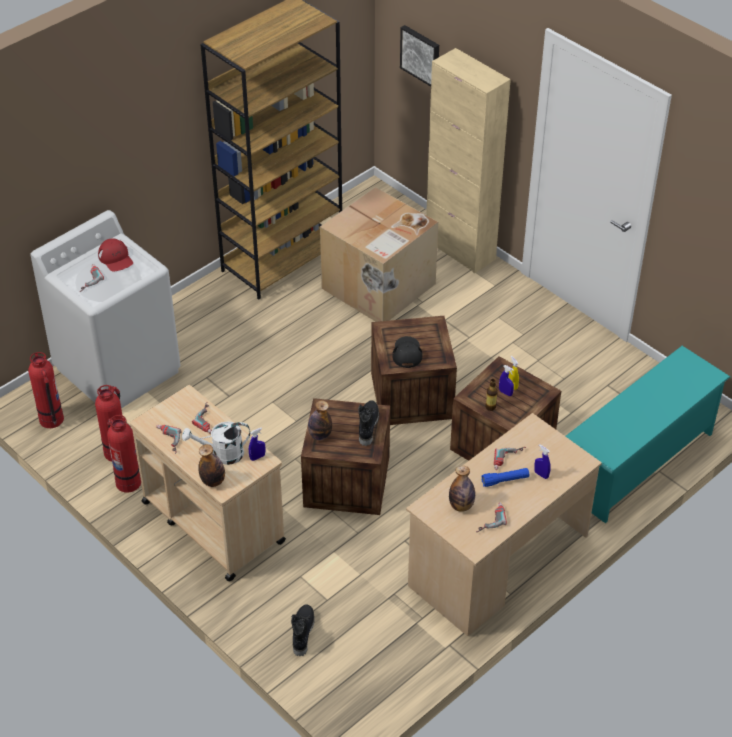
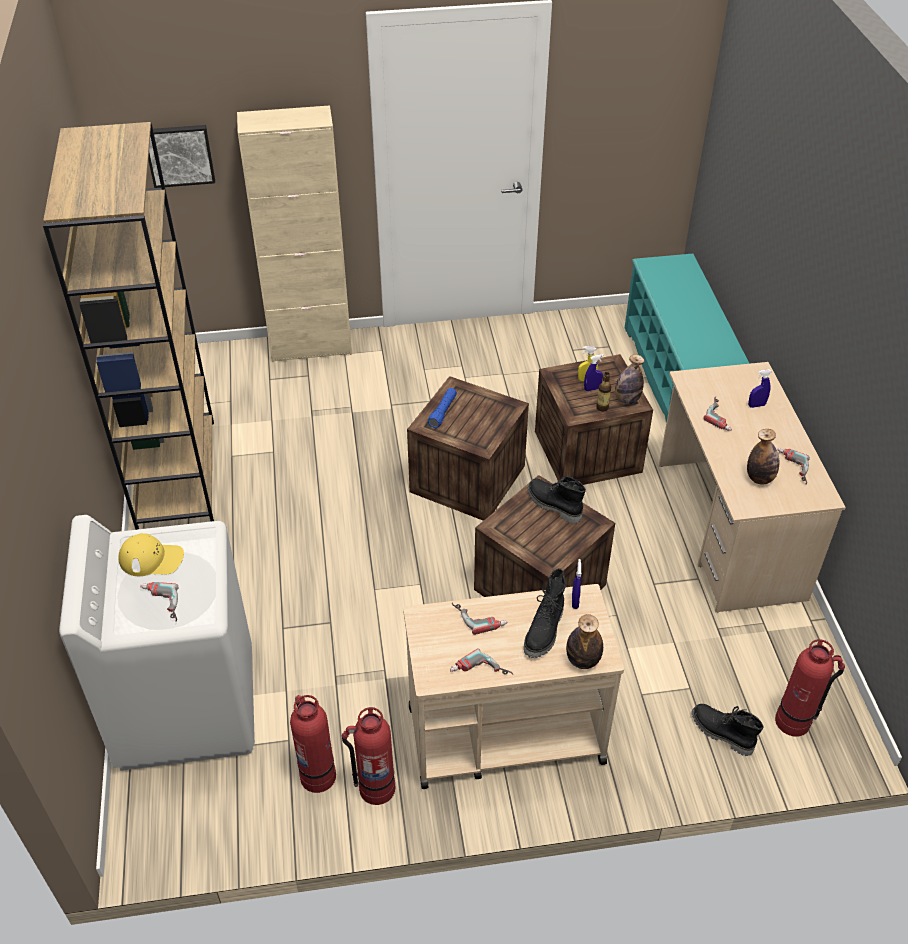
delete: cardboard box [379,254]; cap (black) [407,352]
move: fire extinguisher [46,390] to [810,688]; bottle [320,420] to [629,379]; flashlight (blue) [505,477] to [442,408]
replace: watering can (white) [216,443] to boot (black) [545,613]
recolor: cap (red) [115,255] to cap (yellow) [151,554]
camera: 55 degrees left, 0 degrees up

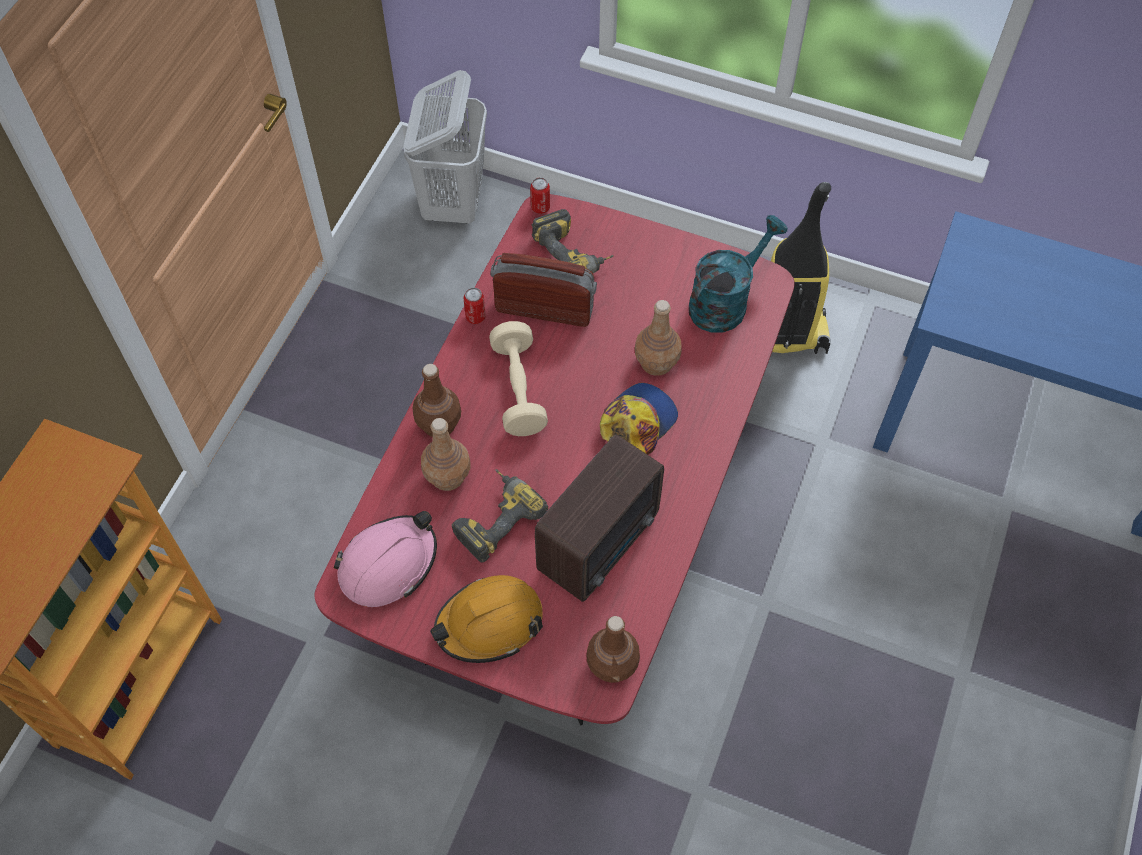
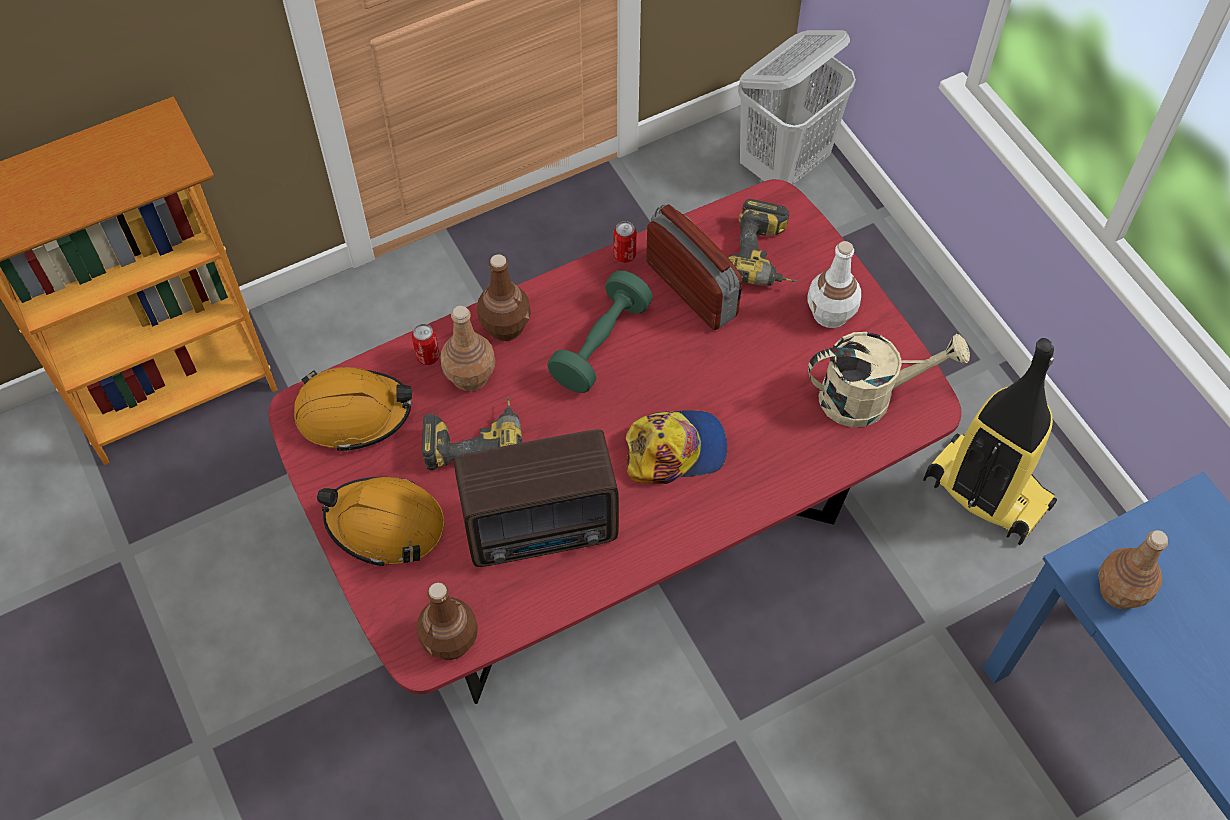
insert: bottle (white) [834,284]
move: can [540,195] to [425,344]; bottle (brown) [658,338] to [1133,569]
recolor: hard hat (pink) [385,559] to hard hat (orange) [353,409]; dumbbell (beige) [518,378] to dumbbell (green) [600,332]; watering can (turquoise) [738,274] to watering can (beige) [889,379]
camera: 40 degrees right, 0 degrees up

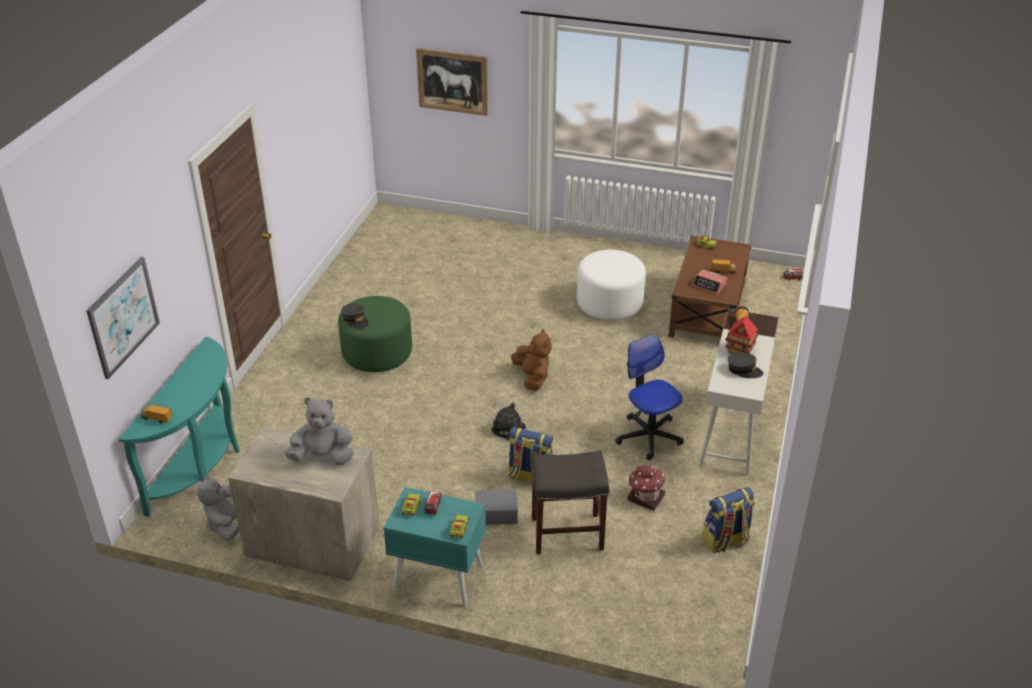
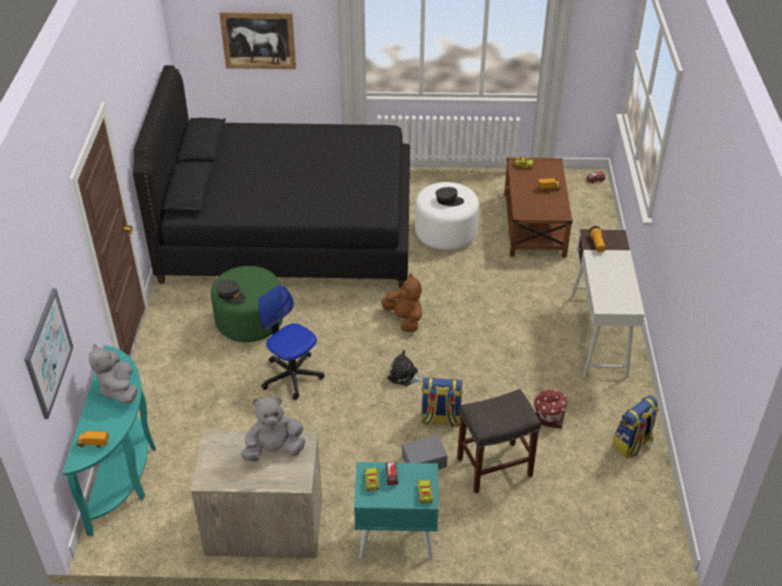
delete: alarm clock [709,281]; toy house [741,335]
insert: bed (black) [271,176]
move: plush toy (grey) [218,508] to [113,374]; office chair [649,397] to [291,342]; cap (grey) [746,365] to [449,196]
camera: 15 degrees left, 5 degrees up

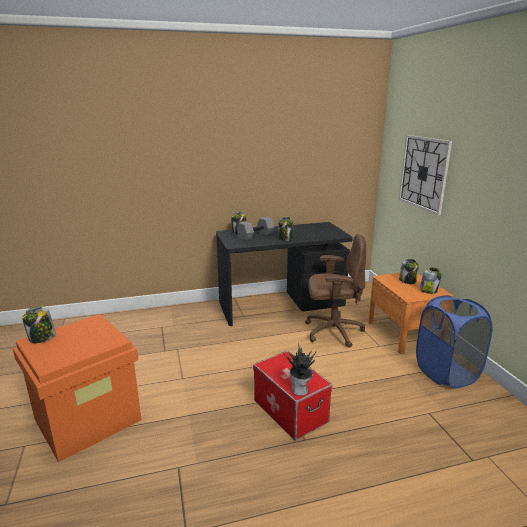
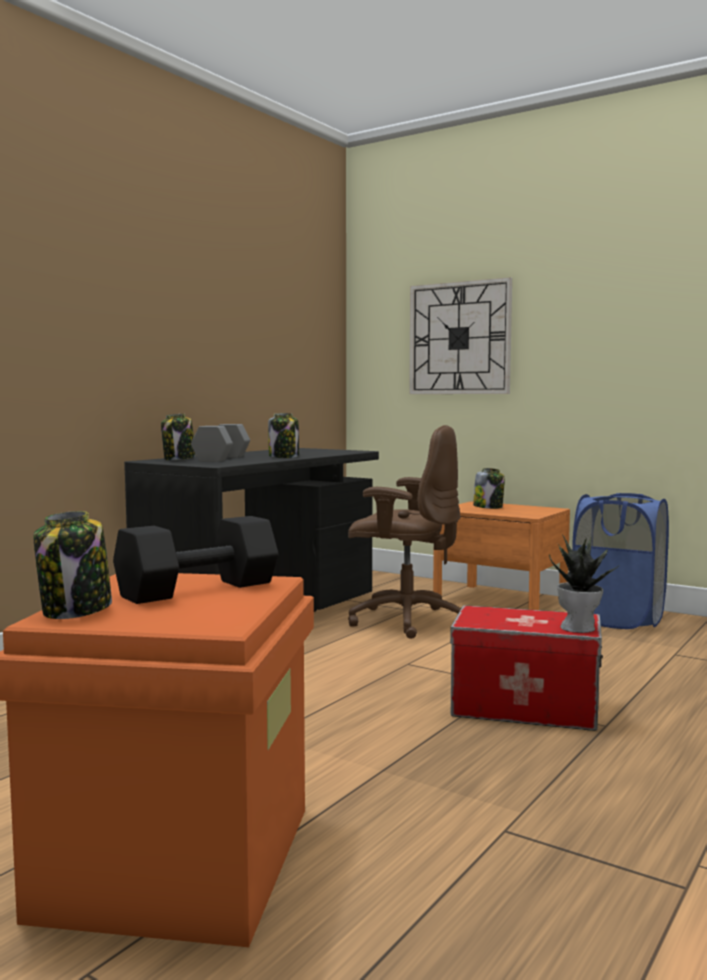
delete: jar [430,280]
insert: dumbbell (black) [195,560]
rotate: office chair (brown) [335,291] = [404,532] 60 degrees clockwise
camera: 40 degrees left, 15 degrees down

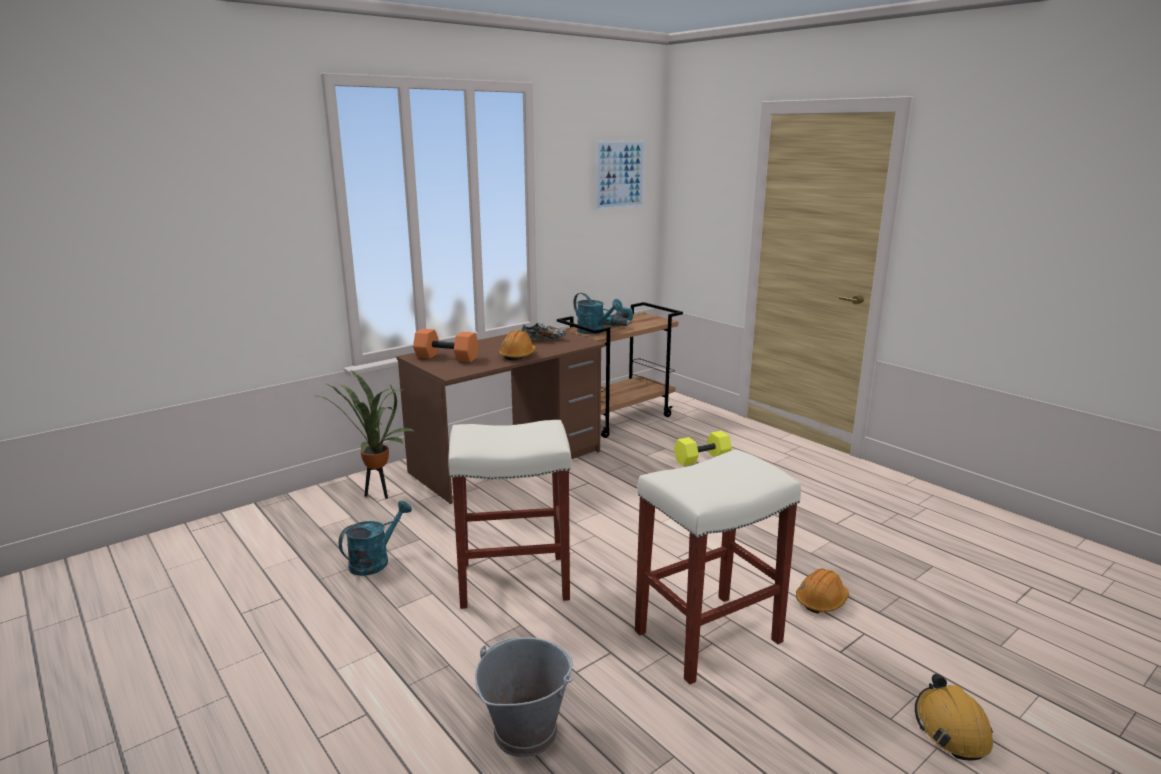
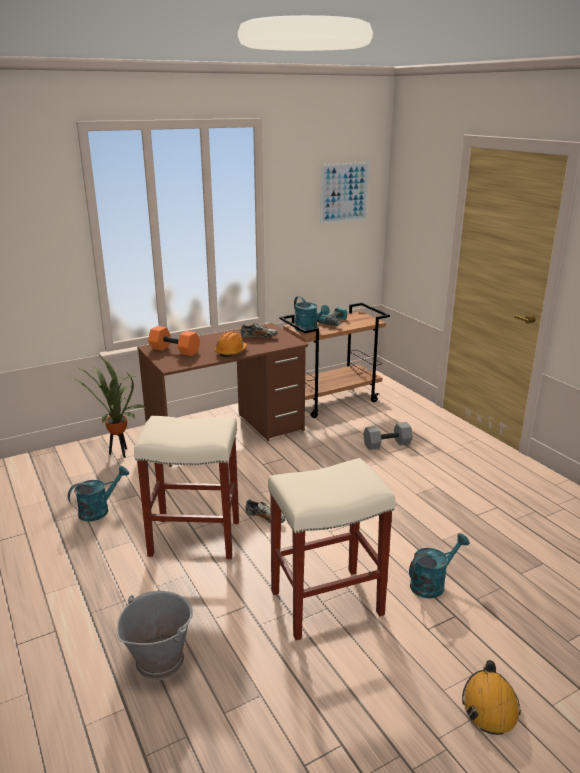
insert: shoe [265,511]
replace: hard hat (orange) [822,591] to watering can (turquoise) [439,566]
recolor: dumbbell (yellow) [703,448] to dumbbell (grey) [388,436]
camera: 10 degrees right, 5 degrees up

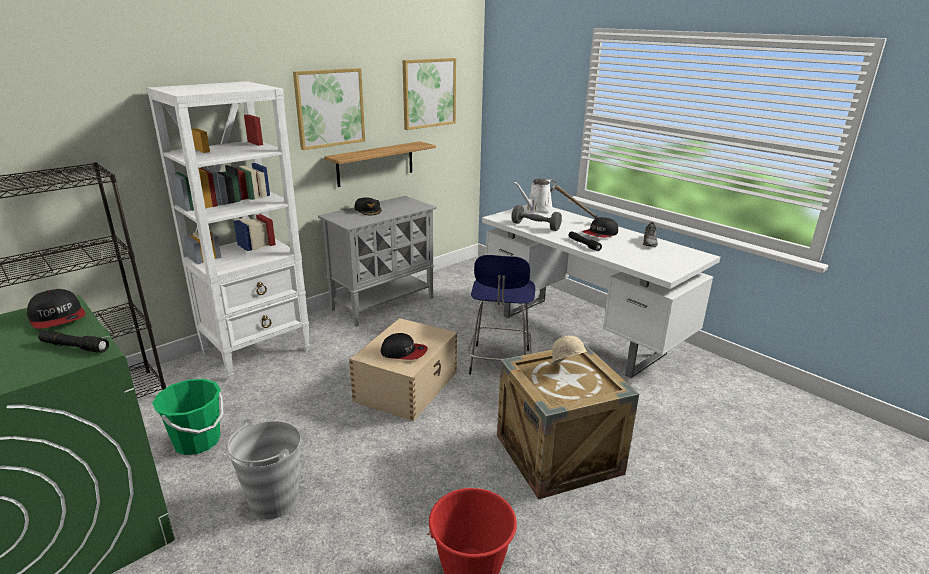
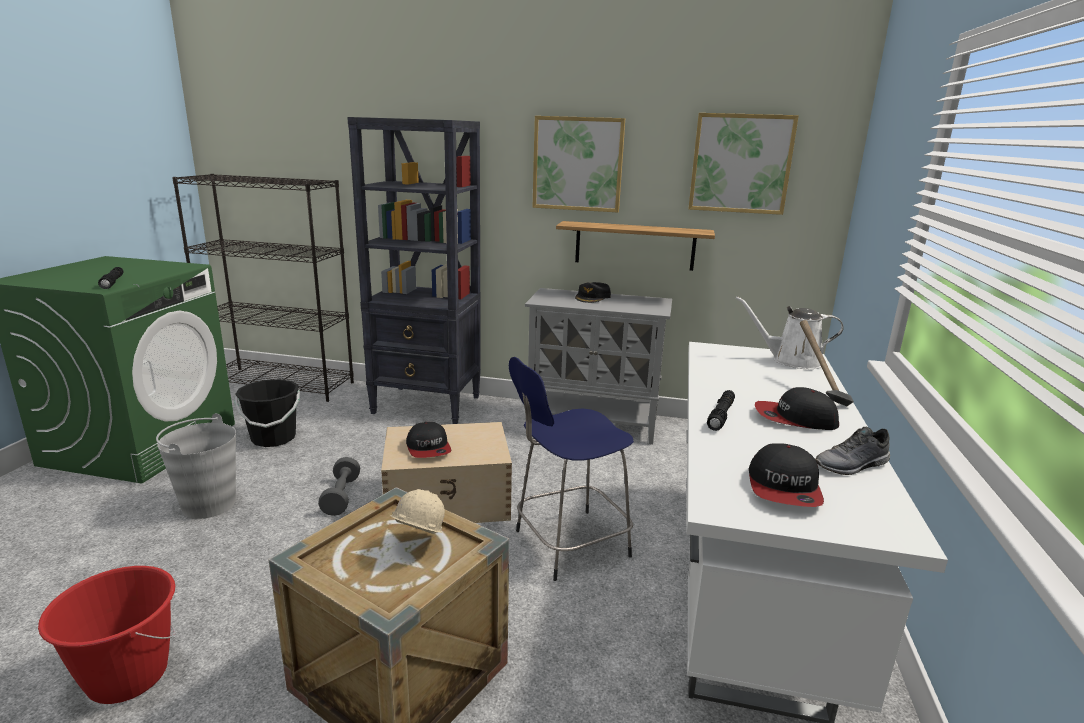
move: cap [56,309] to [786,475]; dumbbell (grey) [536,218] to [339,486]
recolor: bookcase (white) [228,230] to bookcase (black) [414,270]; bucket (green) [187,417] to bucket (black) [267,413]
camera: 55 degrees right, 5 degrees down

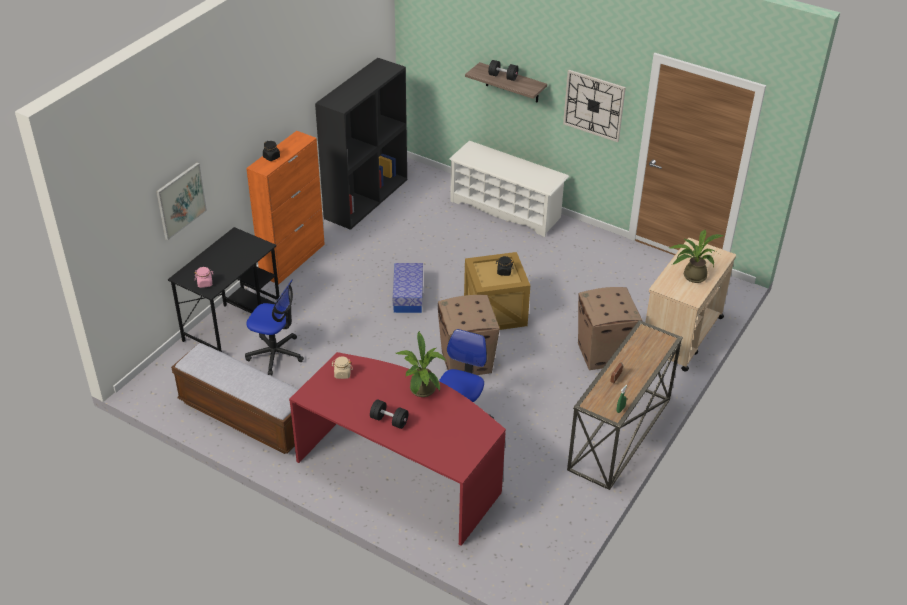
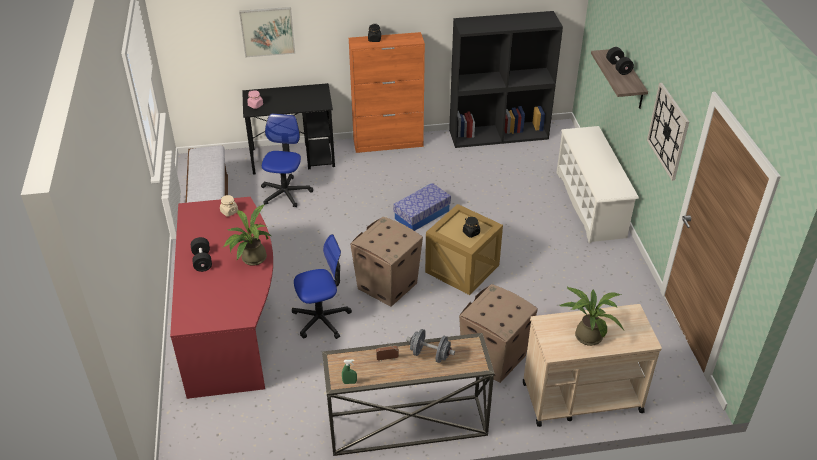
insert: dumbbell (grey) [430,346]
rotate: office chair [274,327] = [287,160] 150 degrees counterclockwise
camera: 50 degrees right, 0 degrees up

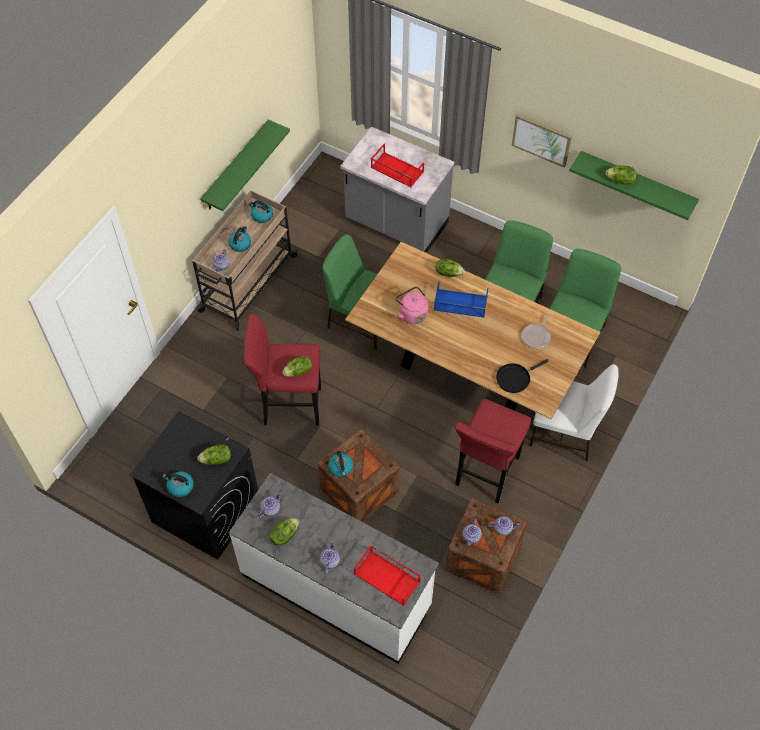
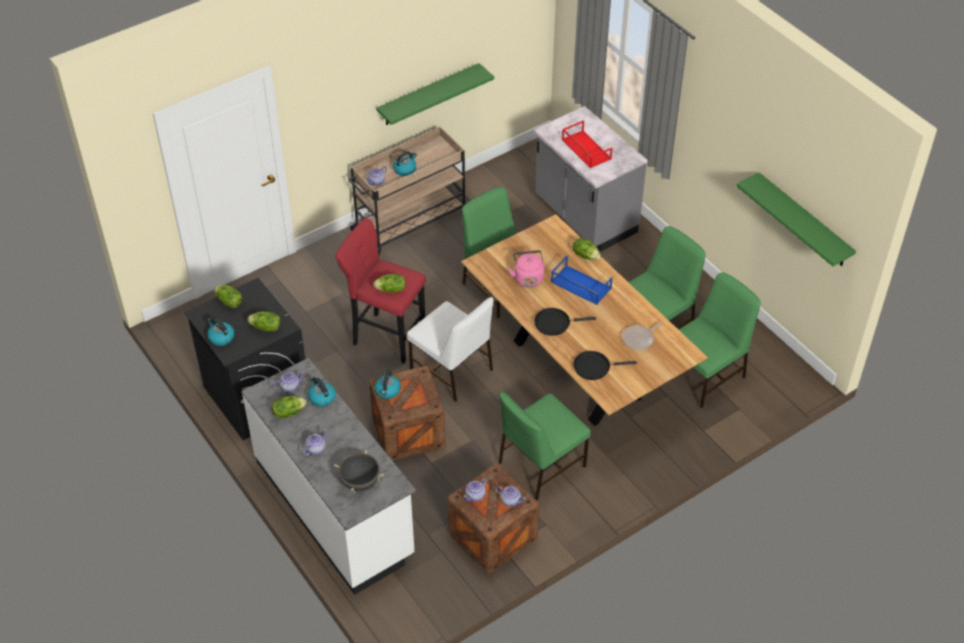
delete: picture [542,141]
insert: frying pan (black) [565,322]
move: kettle [260,212] to [322,392]; chair (white) [574,412] to [450,349]; lettuce [621,175] to [228,296]
replace: tray (red) [387,575] to cooking pot (black) [359,470]; stool (red) [493,451] to chair (green) [545,446]
camera: 25 degrees right, 10 degrees down

